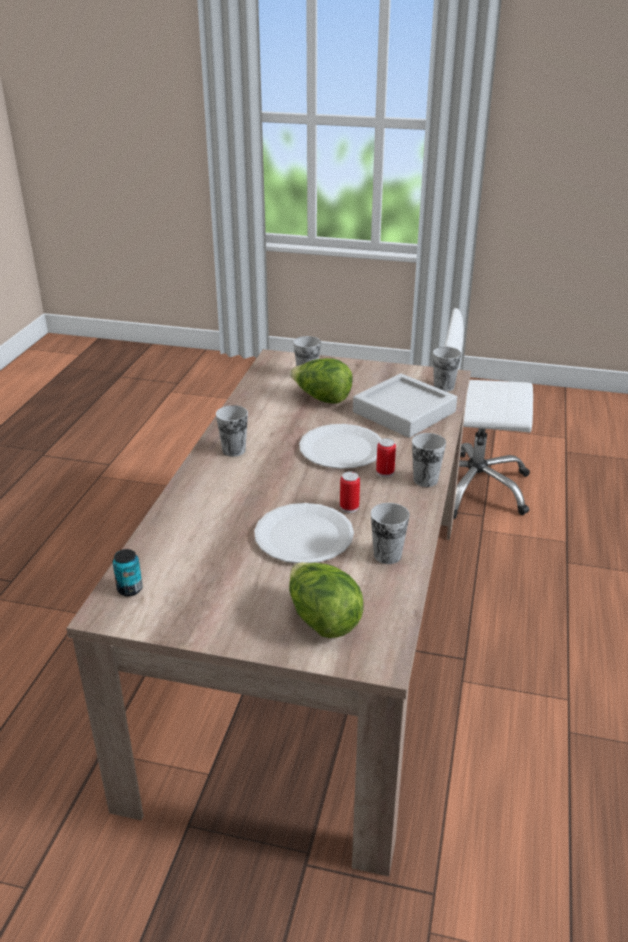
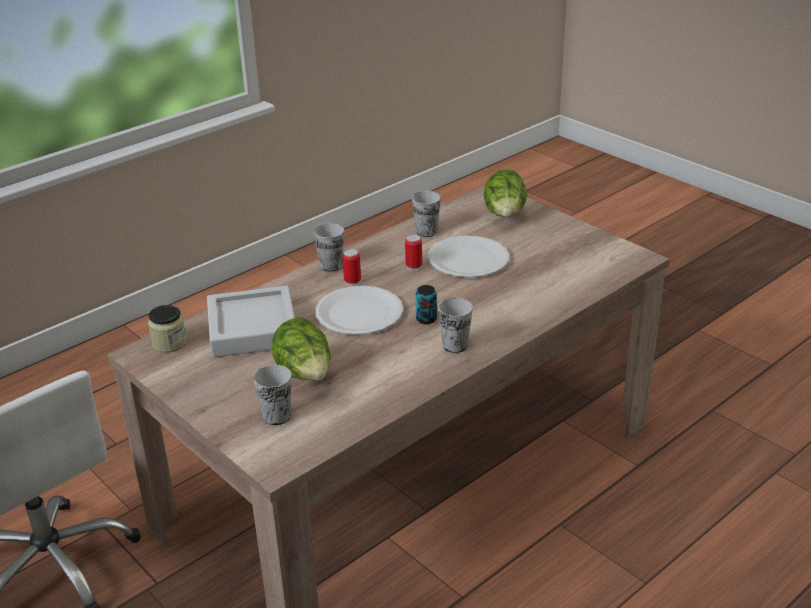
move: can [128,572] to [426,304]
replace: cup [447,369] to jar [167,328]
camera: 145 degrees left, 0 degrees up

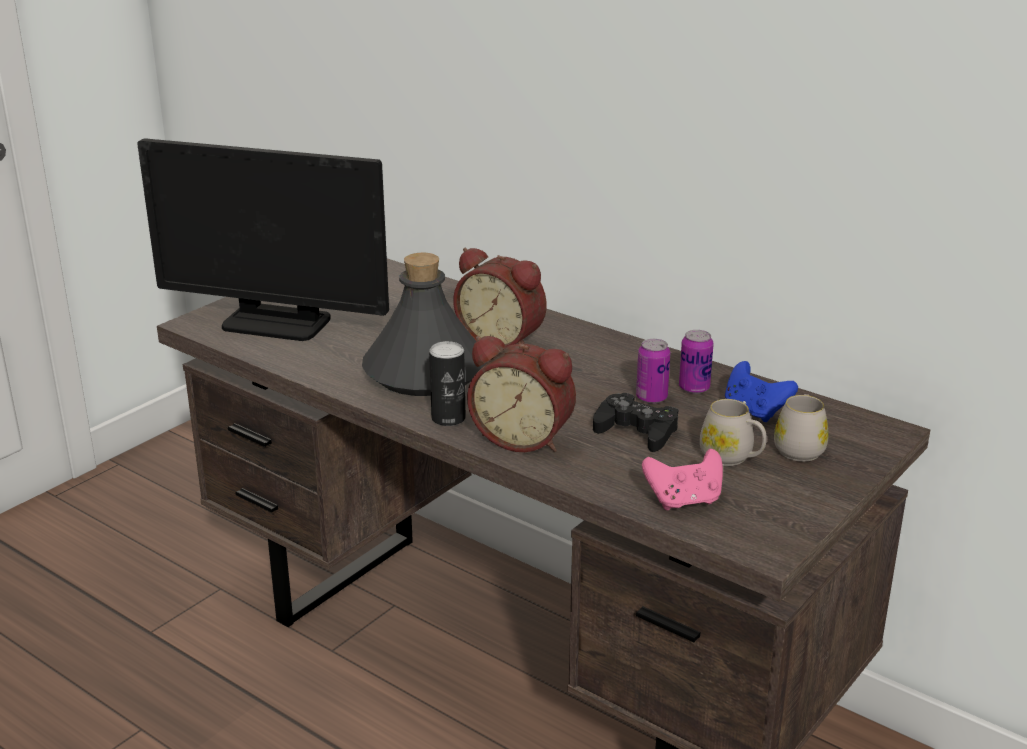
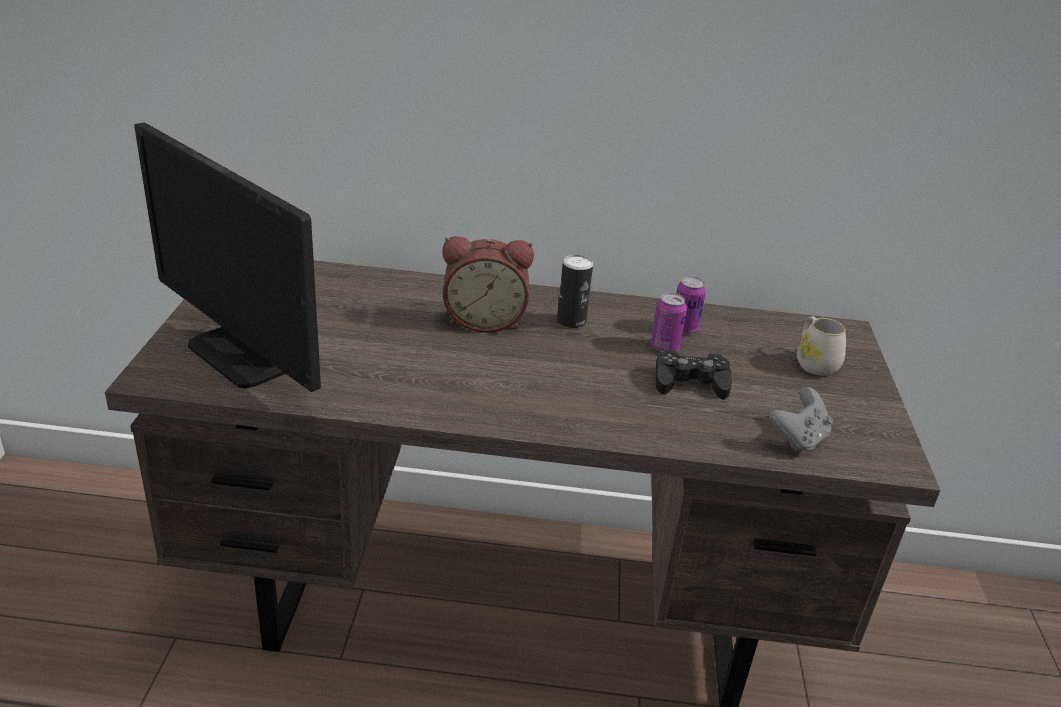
delete: bottle (grey) [424,324]; alarm clock [521,394]; mug (white) [733,432]; game controller (blue) [761,391]
move: can [447,383] to [575,291]
recolor: game controller (pink) [682,479] to game controller (grey) [801,420]
rotate: monitor [263,239] = [227,257] 60 degrees clockwise
camera: 35 degrees left, 5 degrees up

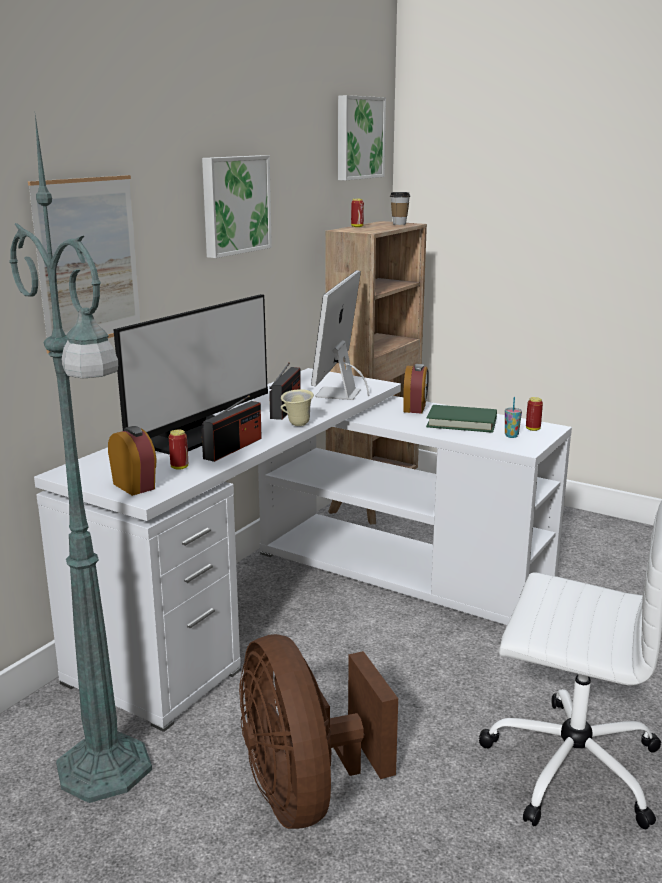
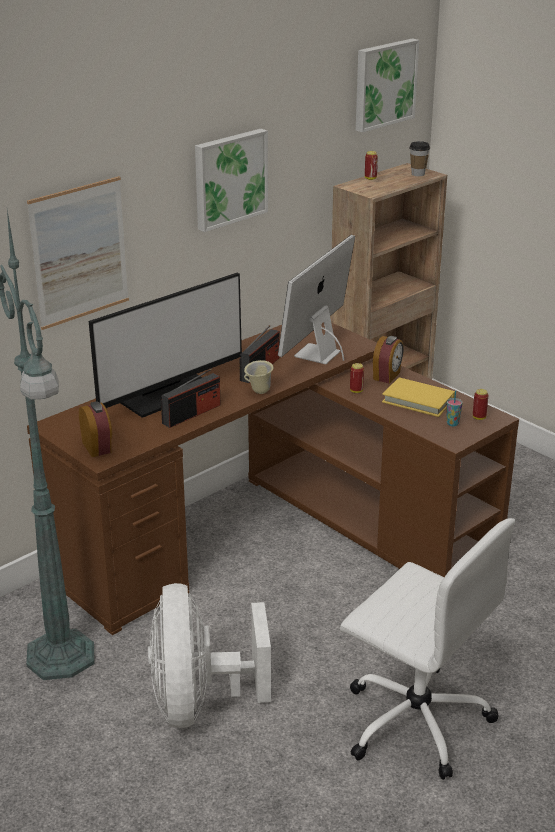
move: can [178,450] to [357,378]
recolor: desk (white) [303,550] to desk (brown) [273,479]; fan (brown) [318,731] to fan (white) [209,655]; book (green) [461,419] to book (yellow) [418,397]
camera: 15 degrees right, 10 degrees up

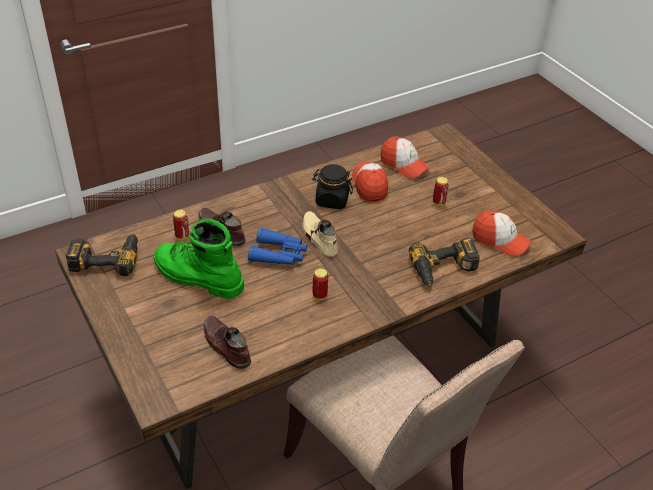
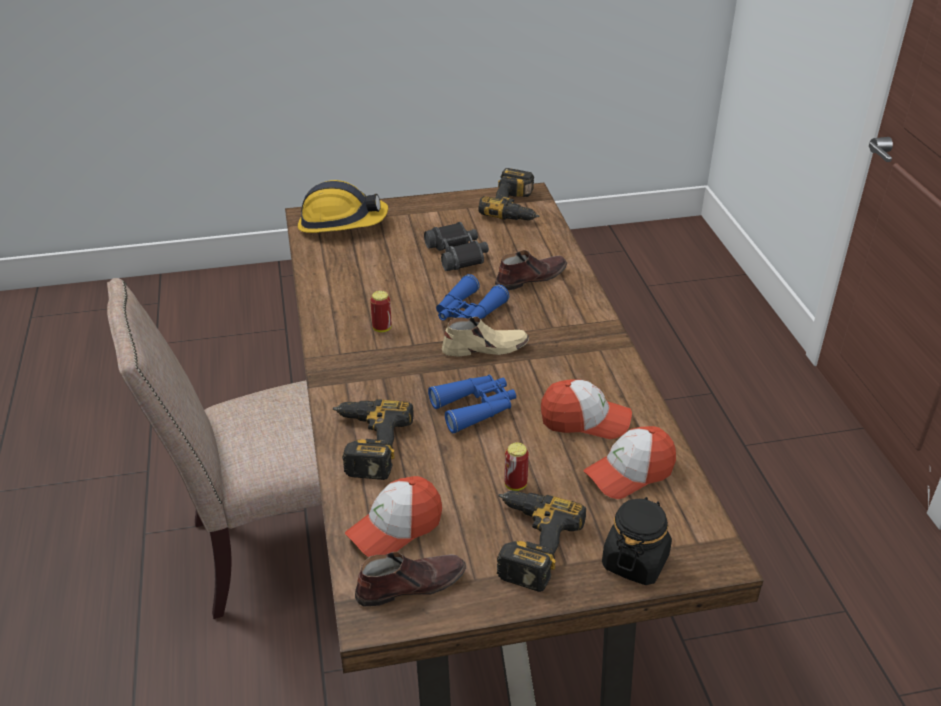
delete: can [181,225]
insert: hard hat [343,206]; binoculars (blue) [472,404]; power drill [541,541]
move: shoe (brown) [227,342] to [410,579]; jar (black) [332,186] to [637,541]
replace: boot (green) [199,258] to binoculars (black) [456,246]
camera: 110 degrees right, 5 degrees down

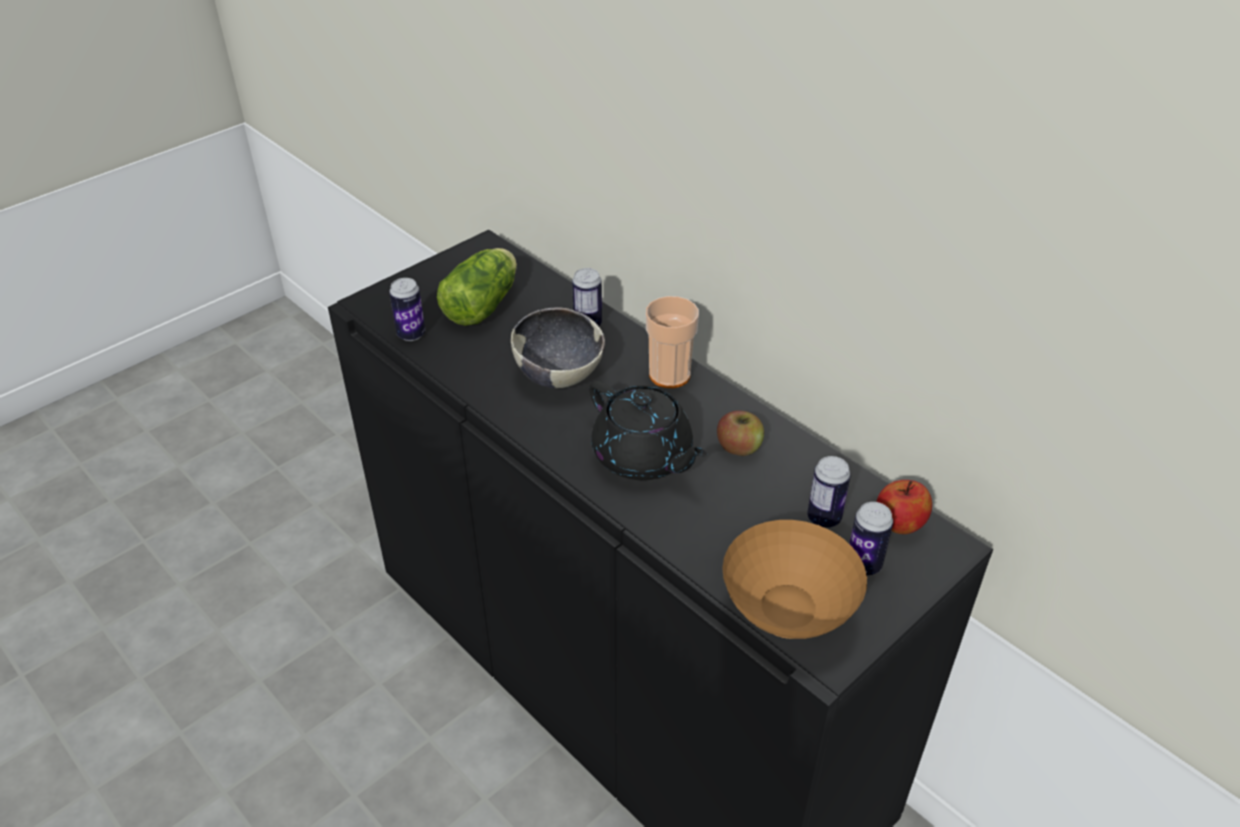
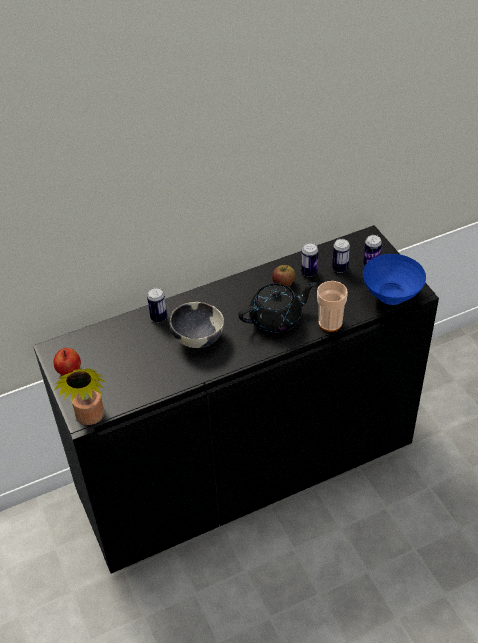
delete: lettuce [477,287]
insert: potted plant [79,397]
move: can [407,309] to [309,260]; cup [672,342] to [332,306]; apple [904,507] to [67,361]
recolor: bowl (brown) [794,579] to bowl (blue) [394,279]
camera: 70 degrees left, 5 degrees up

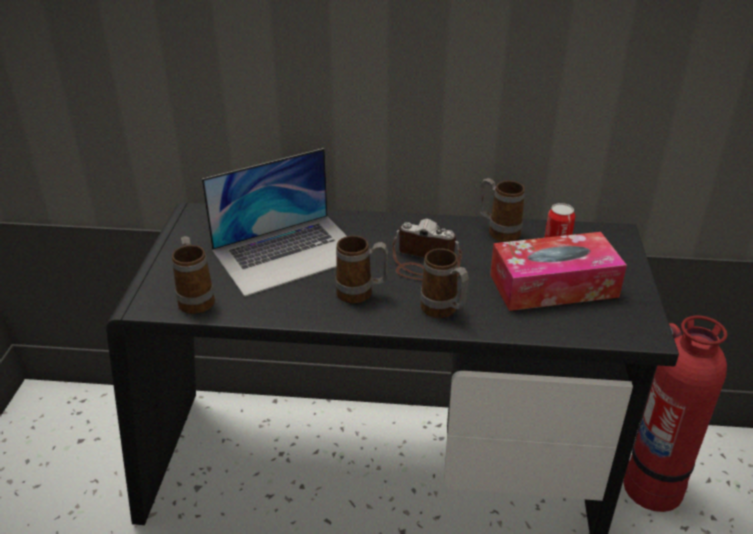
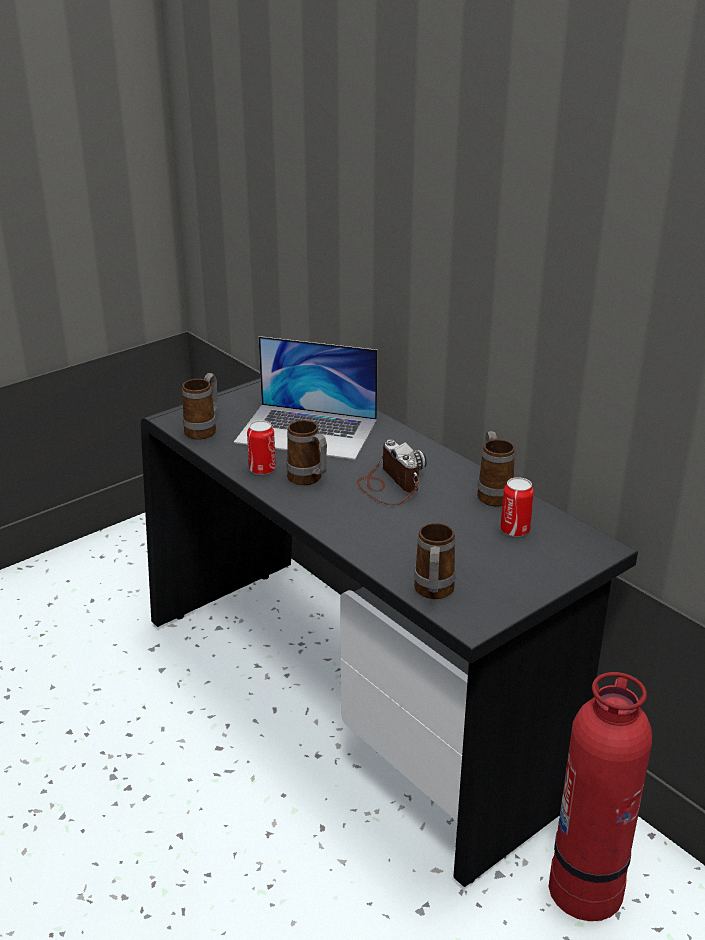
delete: tissue box [558,271]
insert: can [261,447]
move: mug [444,283] to [435,561]
camera: 45 degrees right, 5 degrees down

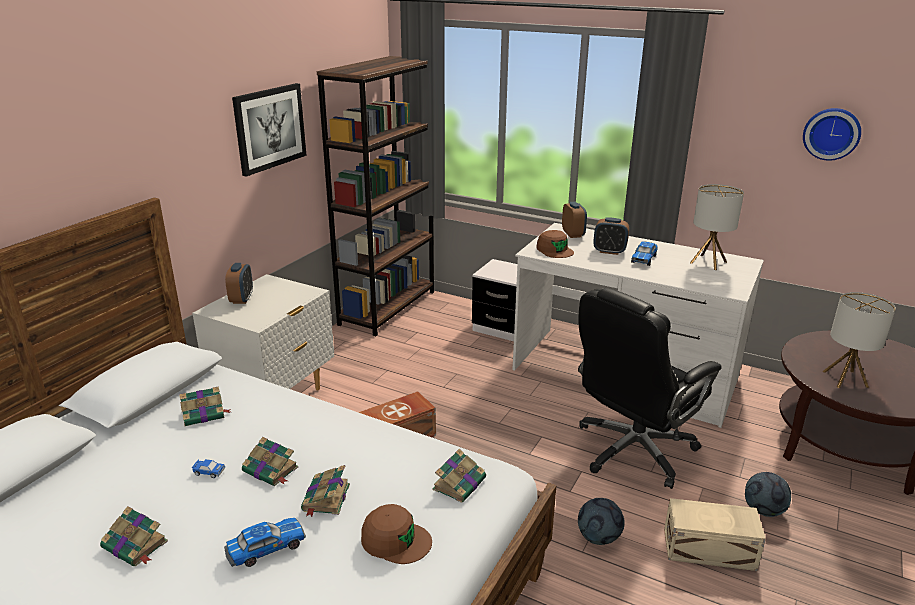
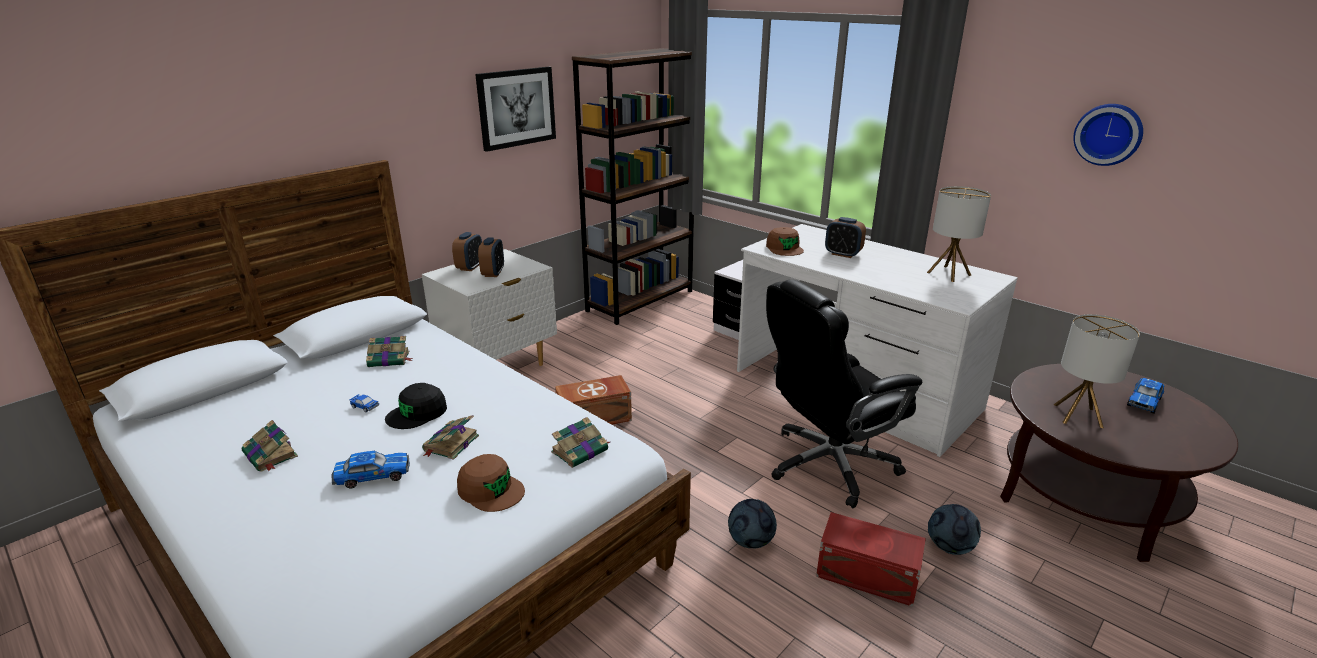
move: alarm clock [574,220] to [491,257]; toy car [644,253] to [1146,396]
replace: book [270,461] to cap (black) [416,406]
recolor: storage box (beige) [715,534] to storage box (red) [871,559]
camera: 15 degrees right, 0 degrees up

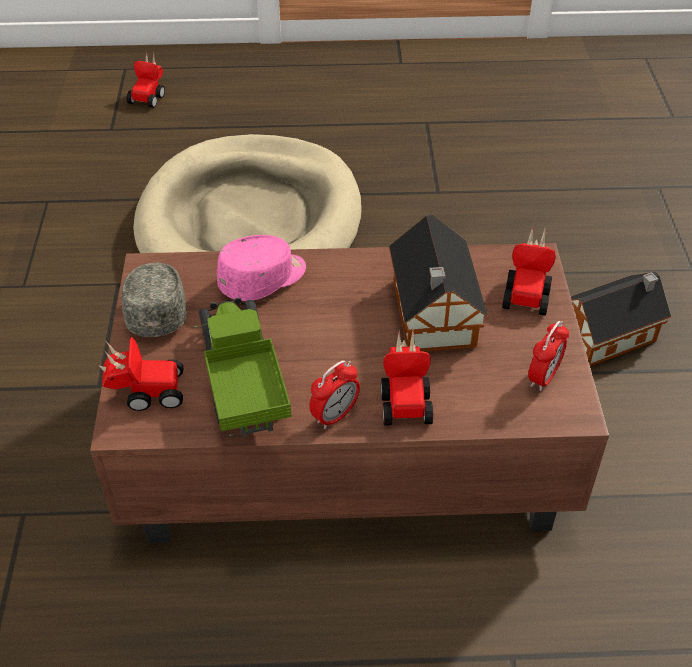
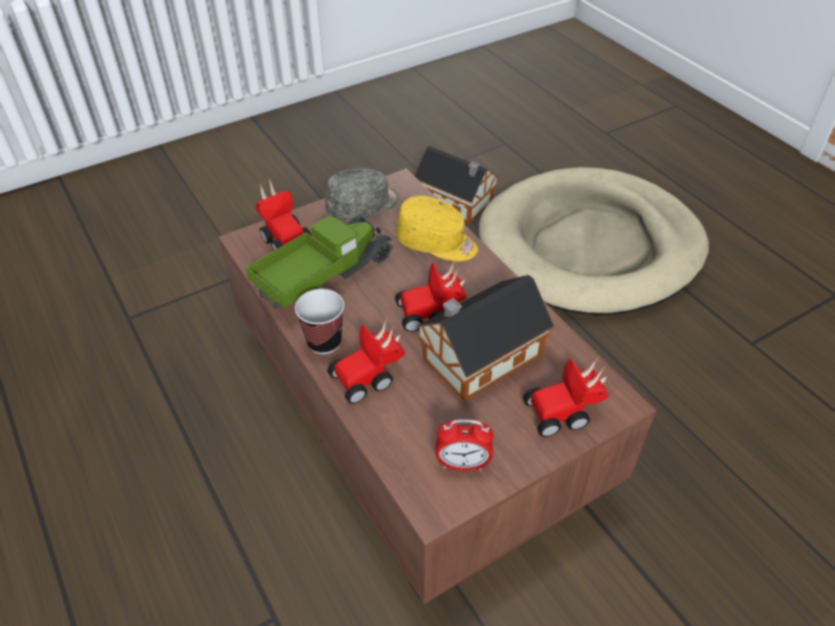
move: toy car [145,79] to [431,296]; toy house [621,319] to [456,184]
replace: alarm clock [334,394] to cup [319,321]
recolor: cap (pink) [261,268] to cap (yellow) [437,228]
camera: 60 degrees right, 0 degrees up

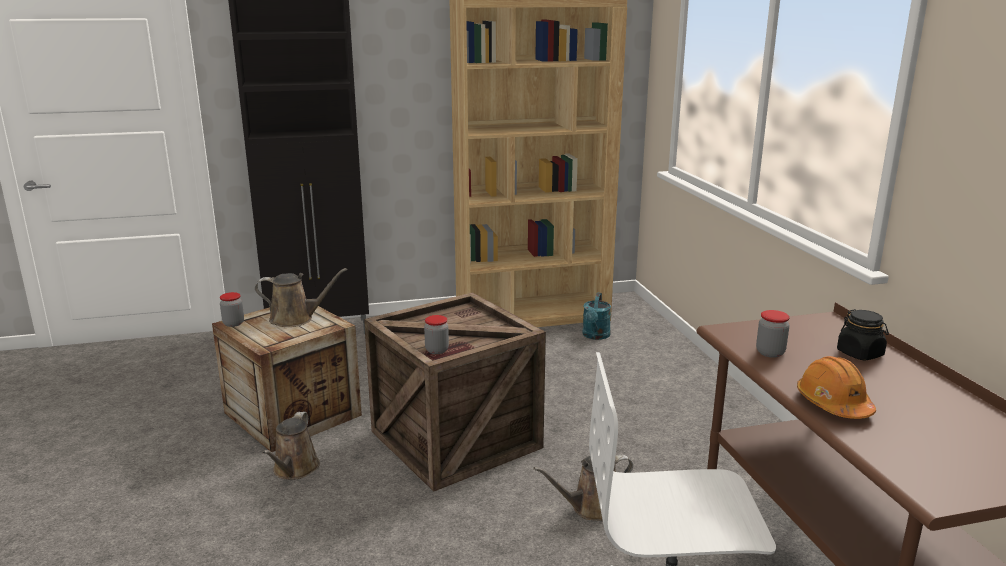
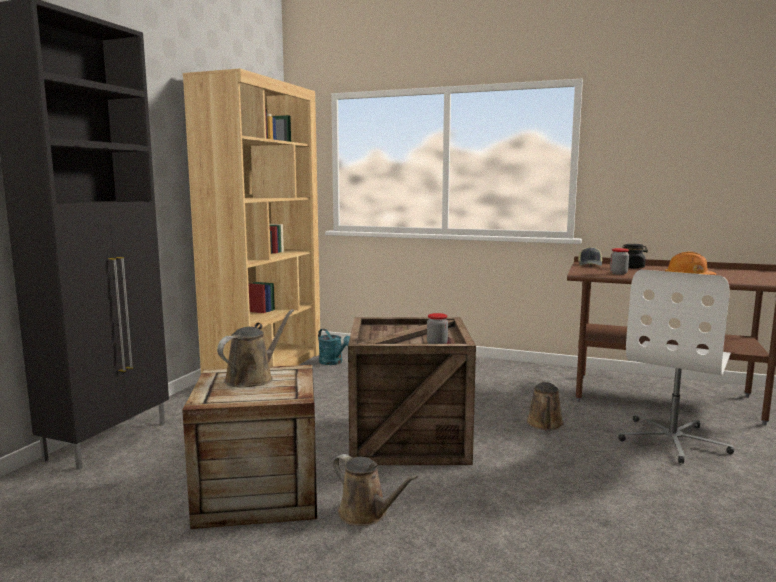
delete: jar [232,309]
insert: cap [590,256]
camera: 55 degrees left, 10 degrees down

